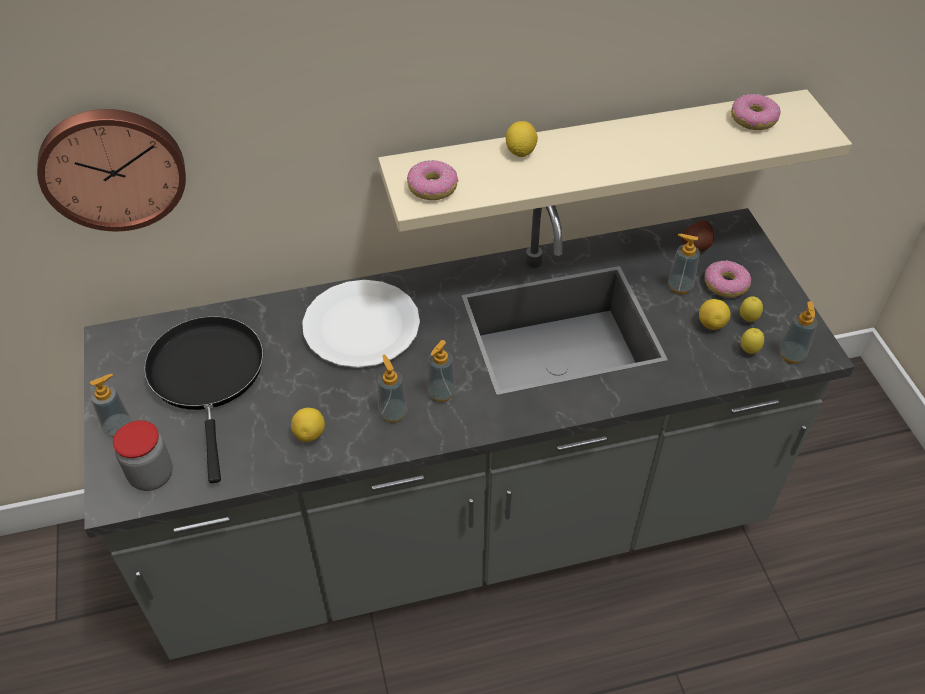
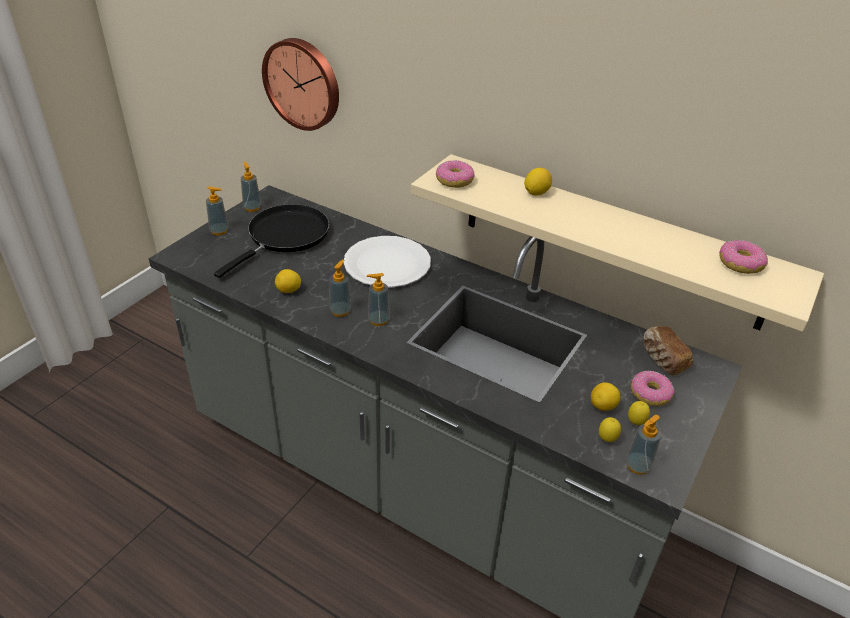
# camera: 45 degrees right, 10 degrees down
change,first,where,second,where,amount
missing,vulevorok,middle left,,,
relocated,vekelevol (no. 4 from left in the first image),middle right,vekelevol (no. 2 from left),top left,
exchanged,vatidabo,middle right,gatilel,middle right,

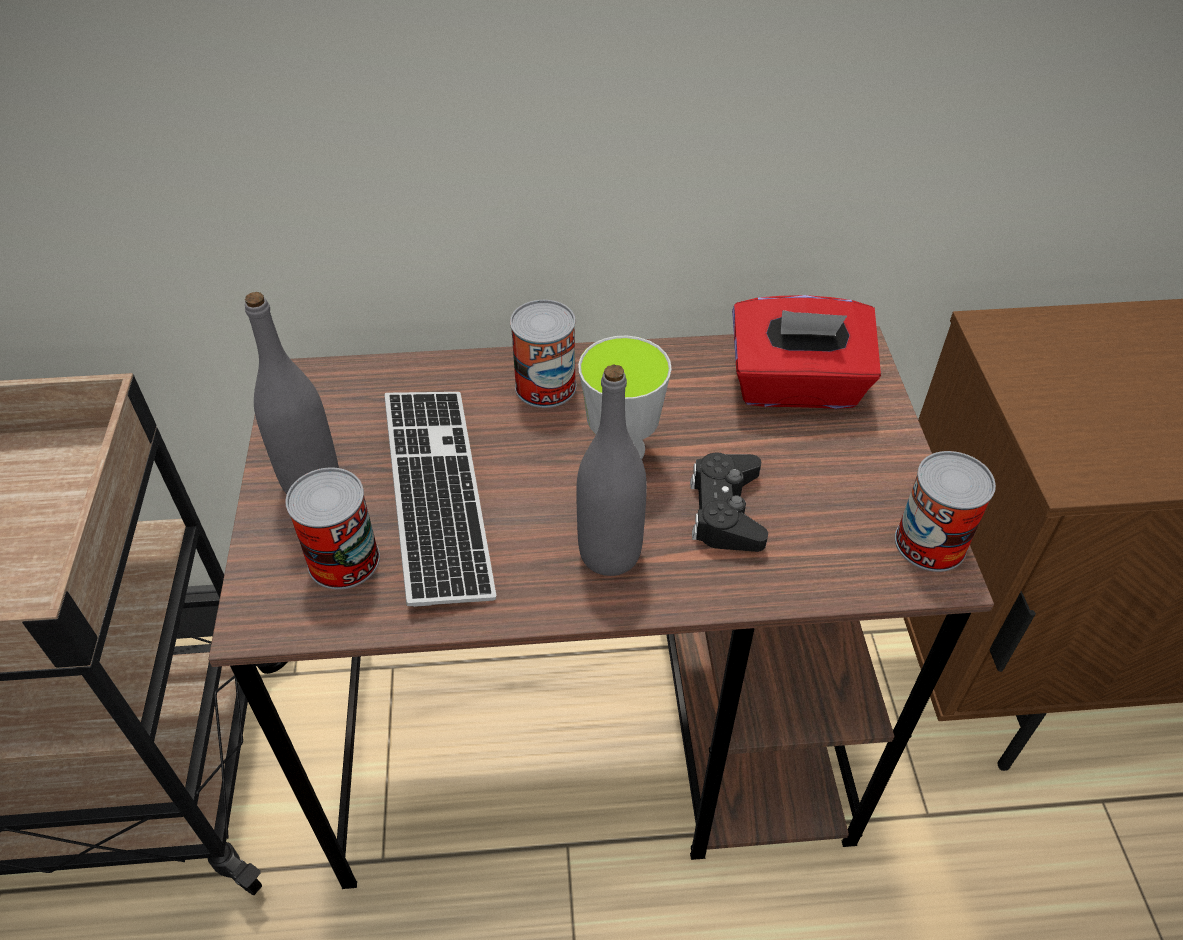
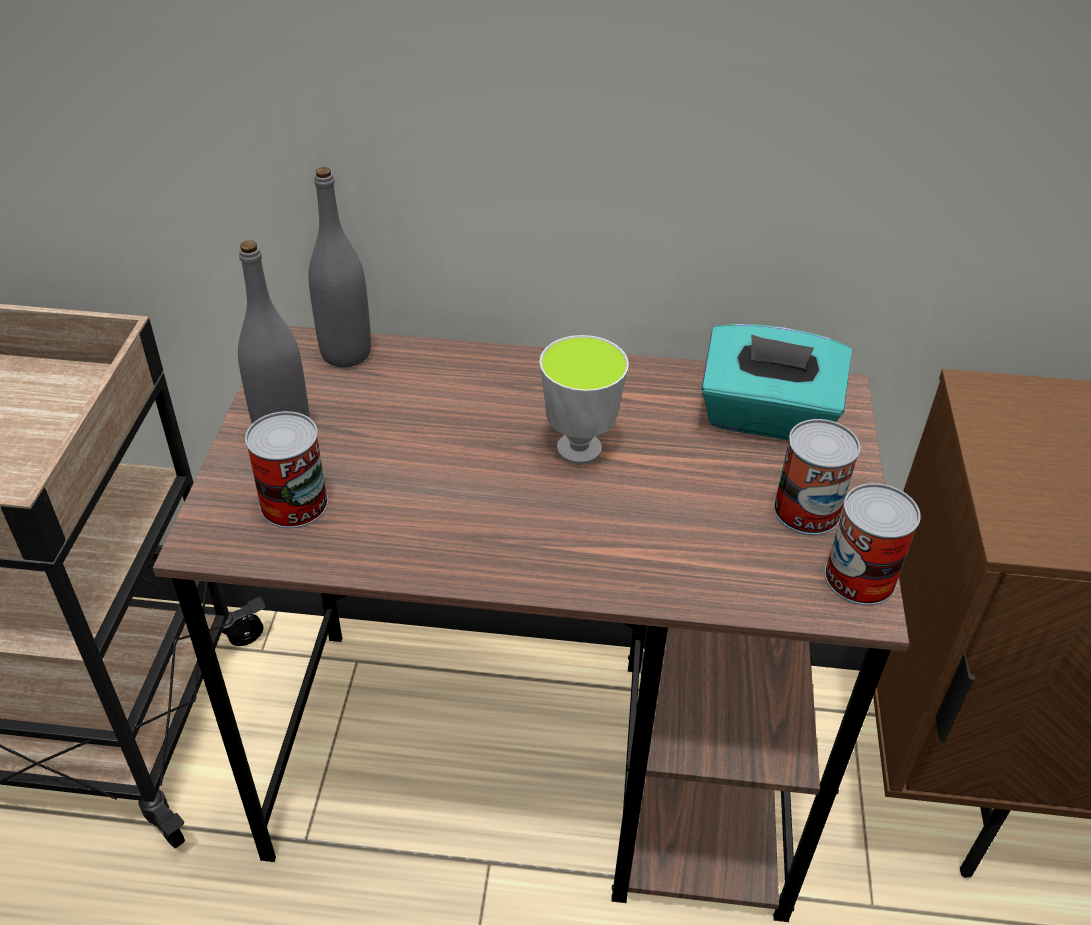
# camera: 10 degrees right, 5 degrees down
change,first,where,second,where,amount
missing,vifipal,centre,,,
missing,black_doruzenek,centre,,,
relocated,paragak (no. 2 from left),centre,,middle right,
relocated,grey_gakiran (no. 2 from left),centre,,top left,
colour,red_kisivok,middle right,turquoise_kisivok,middle right,

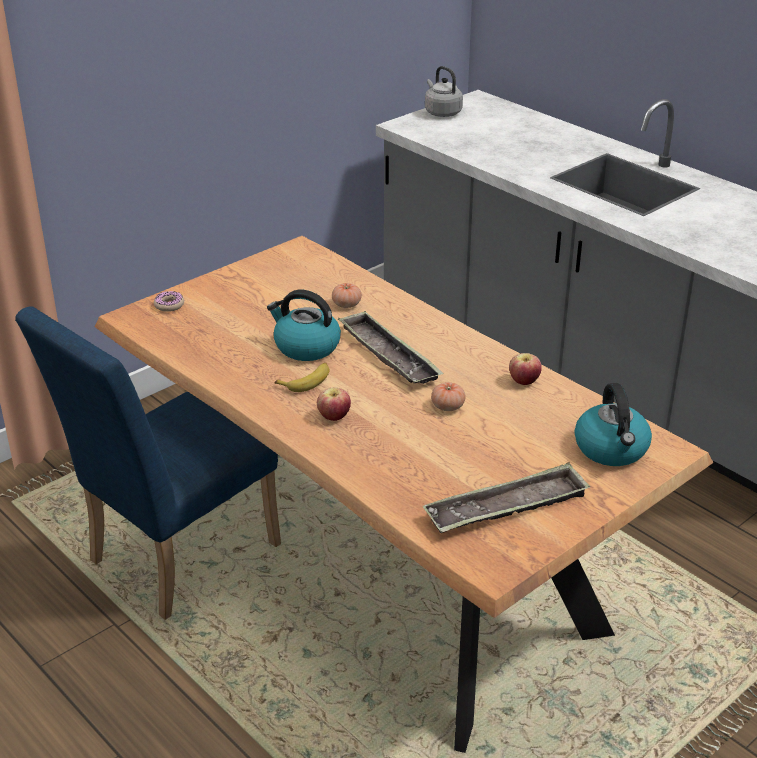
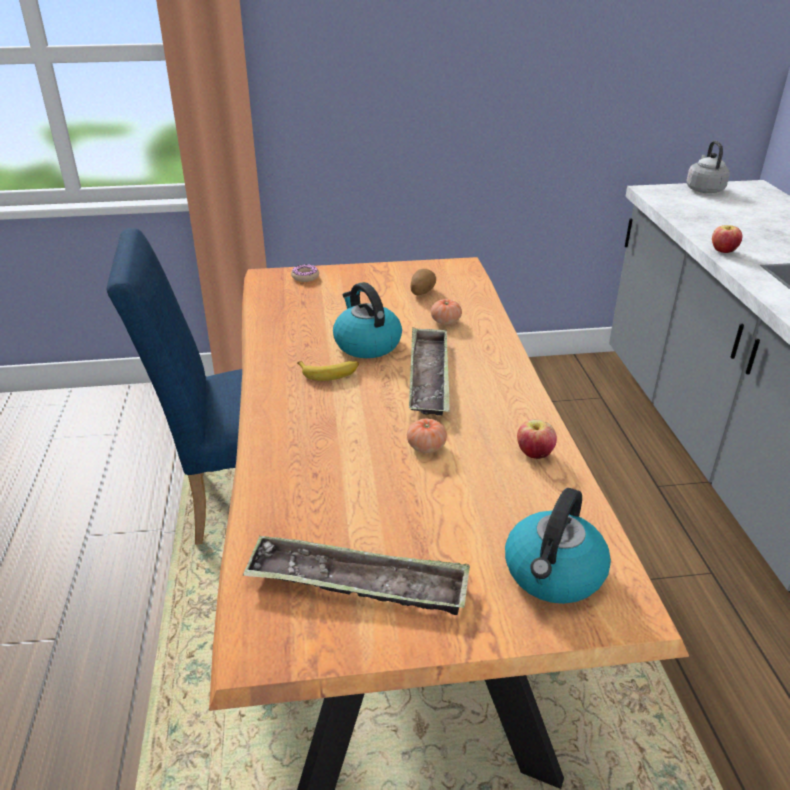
# camera: 35 degrees right, 0 degrees up
change,first,where,second,where,amount
appeared,,,vatidabo,centre,
relocated,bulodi (no. 1 from left in the first image),centre,bulodi (no. 2 from left),top right,

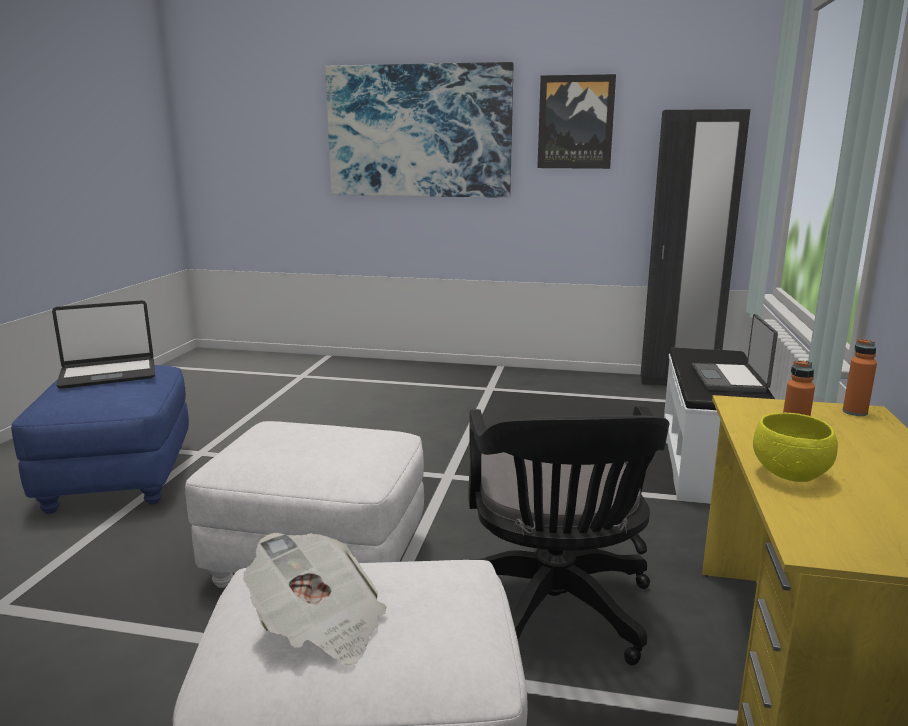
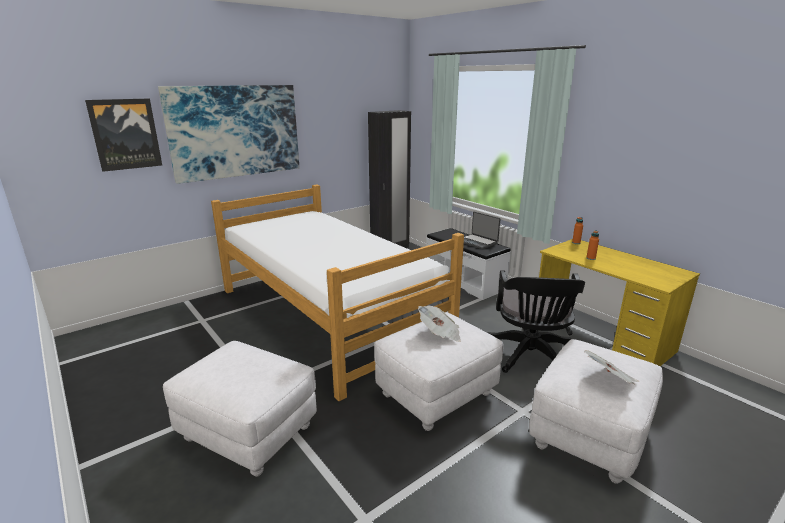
# camera: 50 degrees left, 5 degrees up
change,first,where,second,where,amount
missing,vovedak (no. 1 from left),middle left,,,
missing,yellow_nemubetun,middle right,,,
appeared,,,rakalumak,centre,
appeared,,,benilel (no. 1 from left),centre,
relocated,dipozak (no. 2 from left in the first image),top centre,dipozak (no. 1 from left),top left,
colour,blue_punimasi,middle left,white_punimasi (no. 1 from left),bottom left,
spun,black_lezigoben,bottom centre,,middle right,60 degrees clockwise

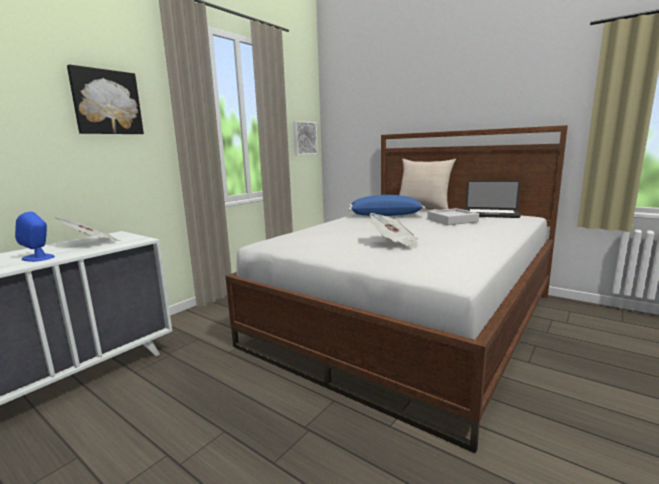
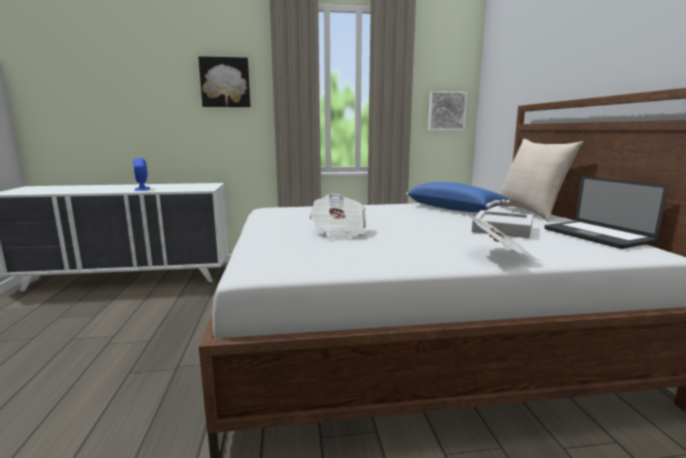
# camera: 45 degrees right, 0 degrees up
change,first,where,second,where,amount
relocated,benilel (no. 1 from left in the first image),middle left,benilel (no. 2 from left),middle right,

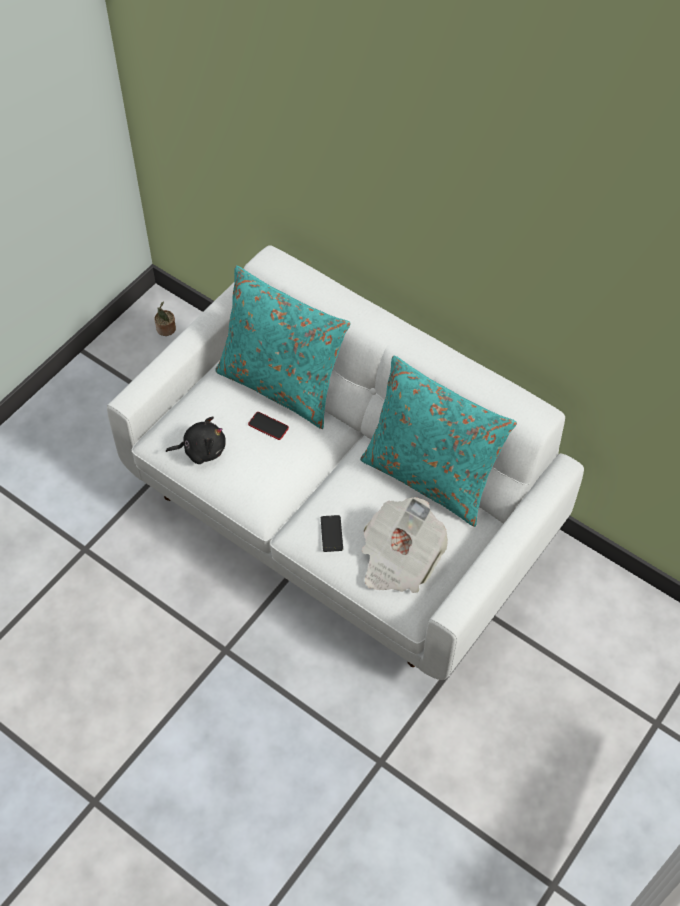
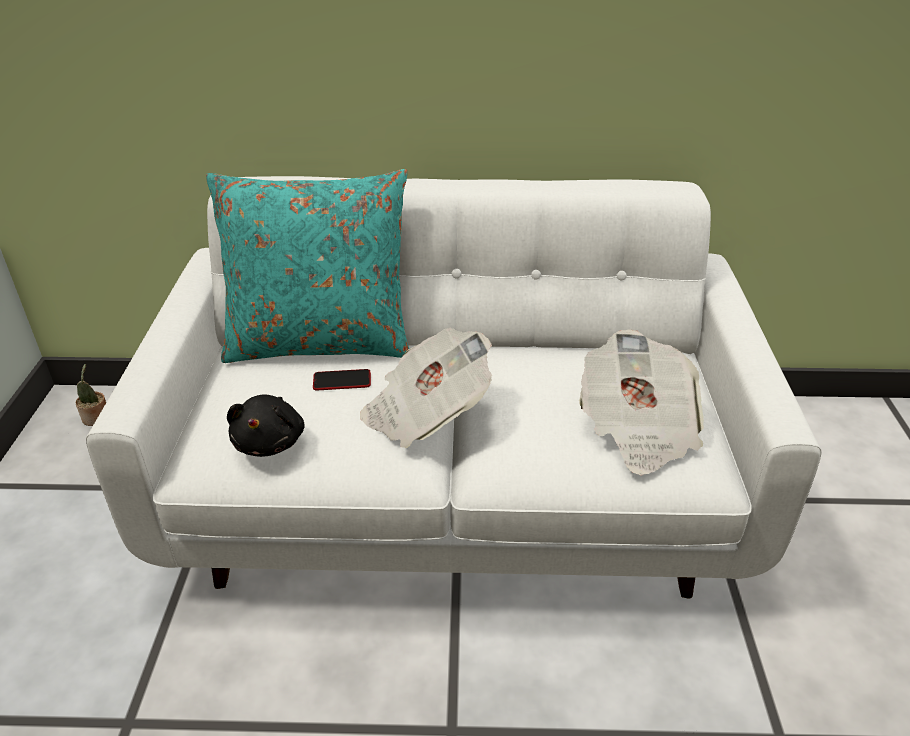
# camera: 35 degrees left, 20 degrees down
change,first,where,second,where,amount
missing,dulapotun (no. 2 from left),centre,,,
missing,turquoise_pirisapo (no. 2 from left),centre,,,
appeared,,,benilel (no. 1 from left),centre,
spun,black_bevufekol,middle left,,middle left,135 degrees clockwise

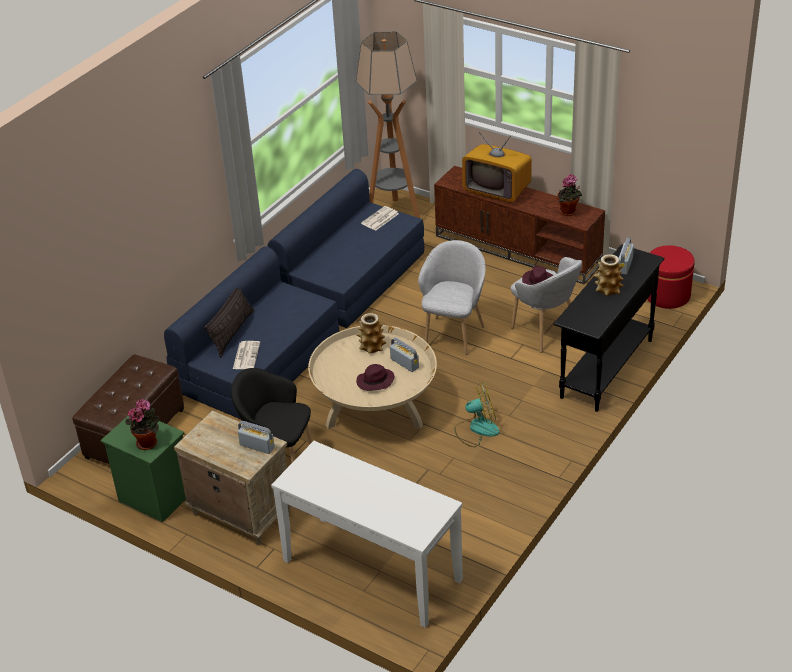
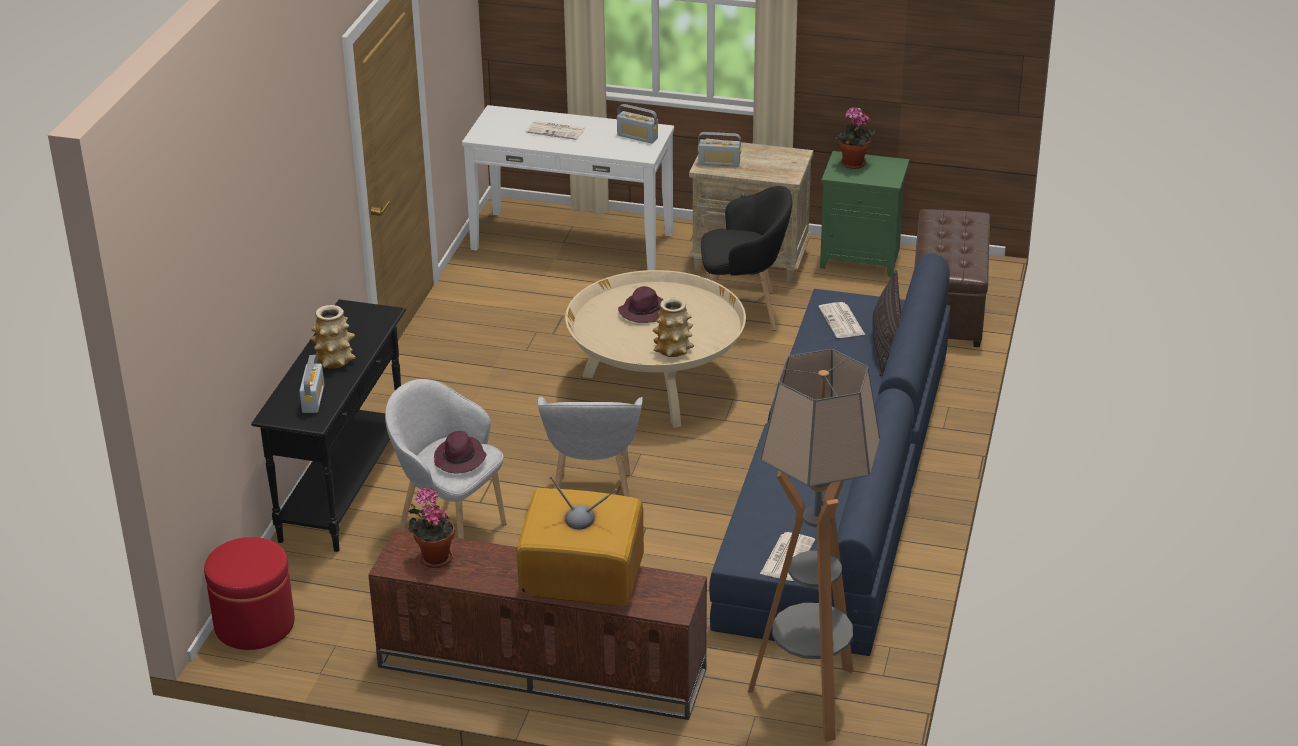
# camera: 160 degrees right, 5 degrees down
change,first,where,second,where,amount
missing,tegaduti,centre,,,
appeared,,,benilel (no. 1 from left),top centre,
relocated,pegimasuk (no. 2 from left),centre,,top centre,

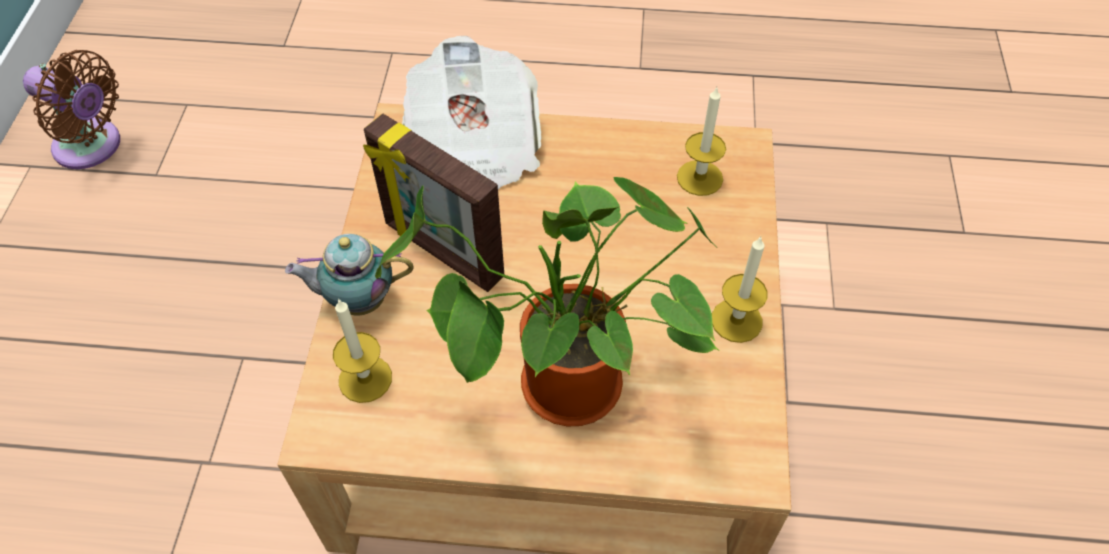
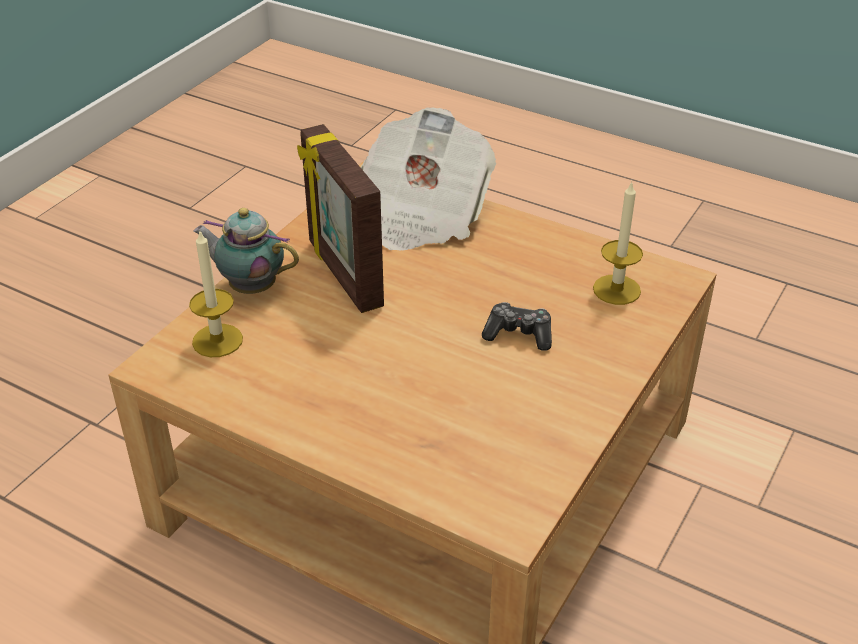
# camera: 25 degrees right, 15 degrees down
change,first,where,second,where,amount
missing,brown_tegaduti,top left,,,
missing,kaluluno,centre,,,
missing,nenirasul (no. 3 from left),middle right,,,
appeared,,,doruzenek,centre,

